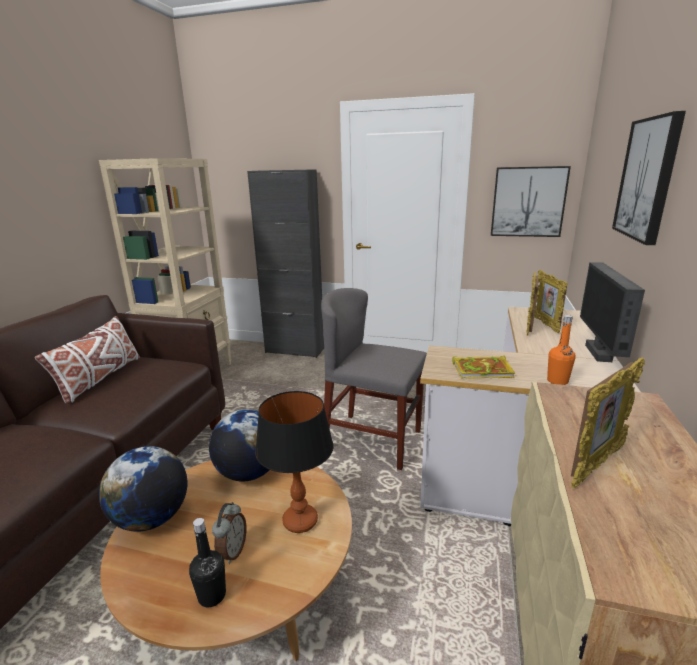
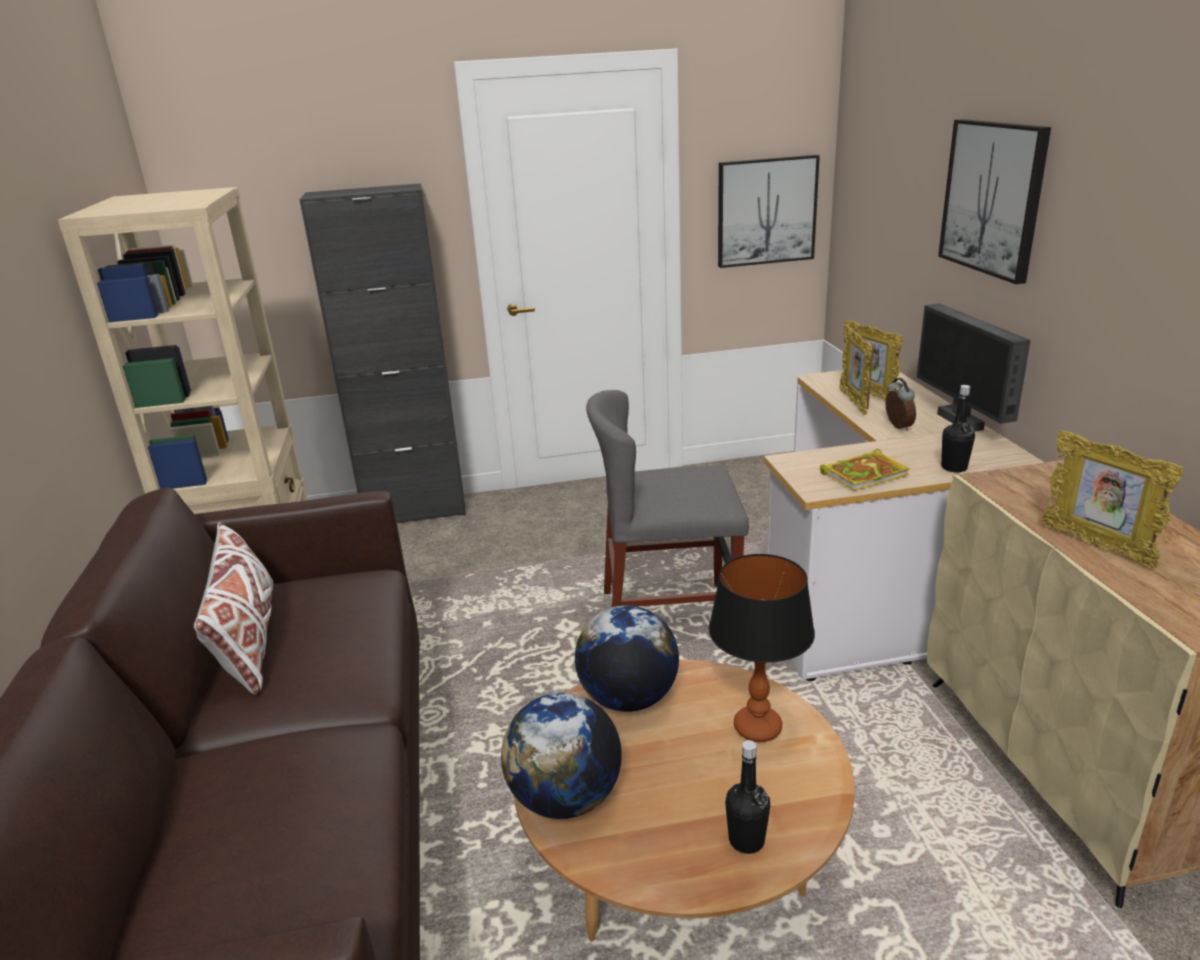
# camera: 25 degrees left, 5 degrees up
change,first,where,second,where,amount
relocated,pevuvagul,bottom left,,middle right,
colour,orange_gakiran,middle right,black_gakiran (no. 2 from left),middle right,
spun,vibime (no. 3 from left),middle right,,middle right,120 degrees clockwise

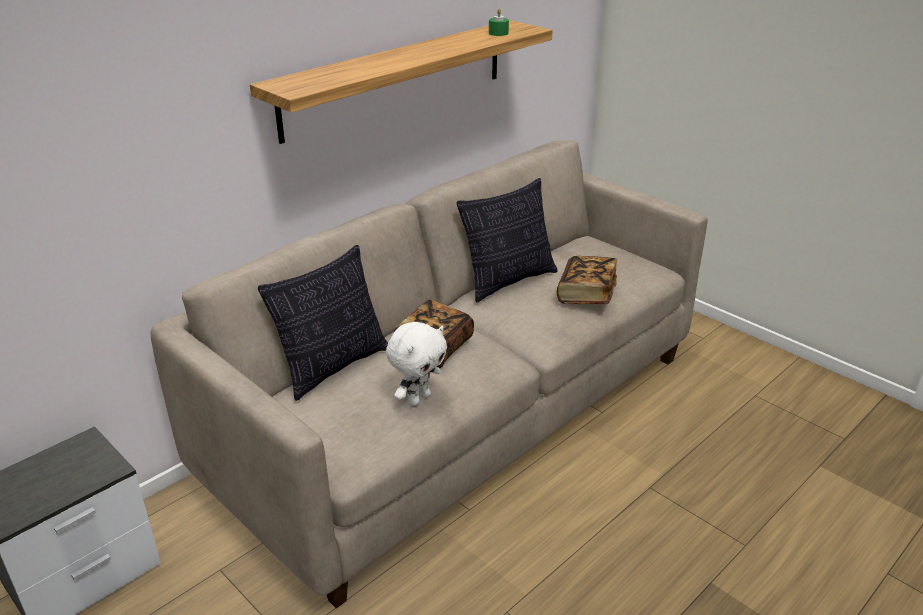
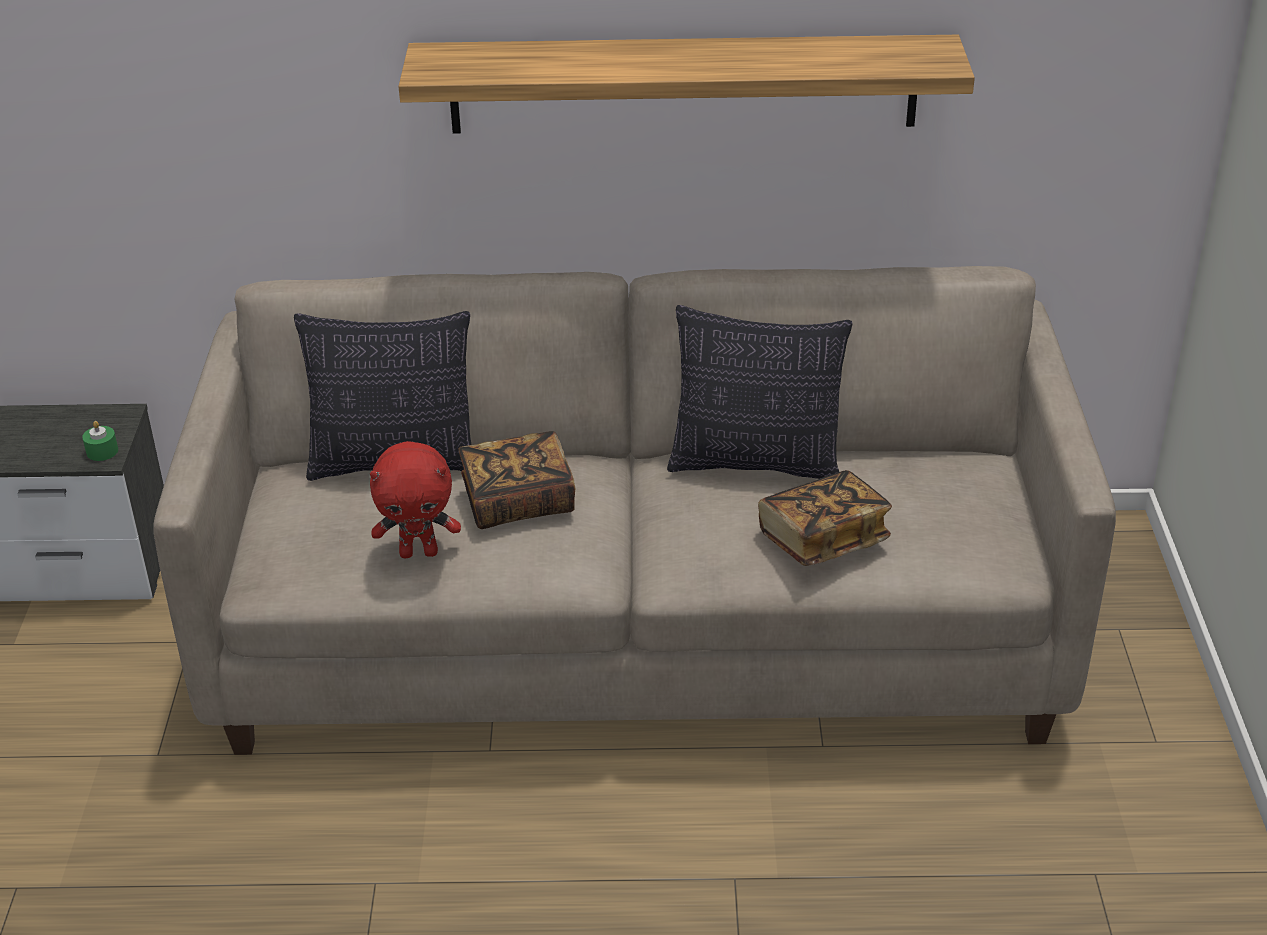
# camera: 45 degrees right, 5 degrees up
change,first,where,second,where,amount
relocated,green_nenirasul,top centre,,middle left,
colour,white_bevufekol,centre,red_bevufekol,middle left,

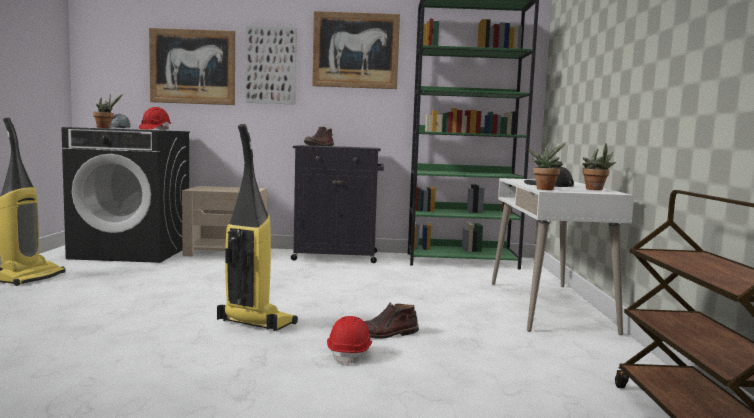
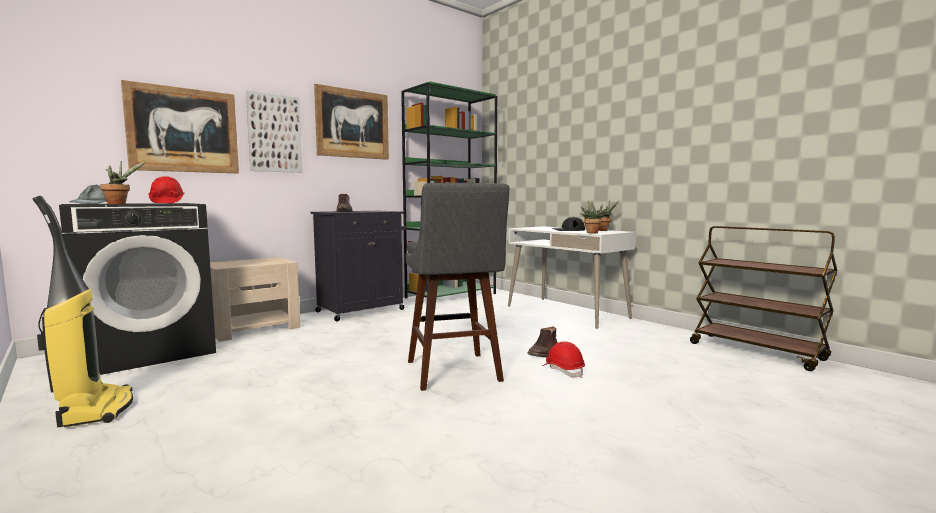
# camera: 40 degrees left, 0 degrees up
change,first,where,second,where,amount
exchanged,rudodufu (no. 2 from left),centre,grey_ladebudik,centre,

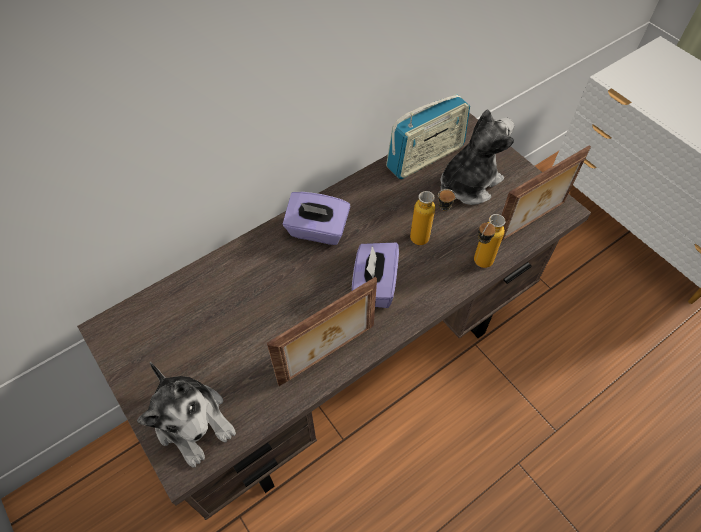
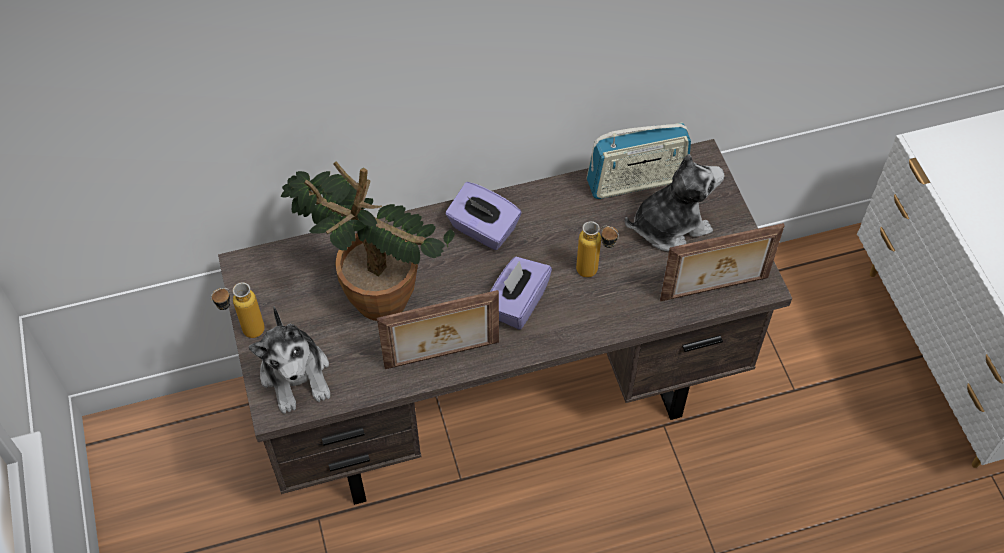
# camera: 20 degrees right, 0 degrees up
change,first,where,second,where,amount
appeared,,,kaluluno,centre,
relocated,gakiran (no. 2 from left in the first image),middle right,gakiran (no. 1 from left),middle left,

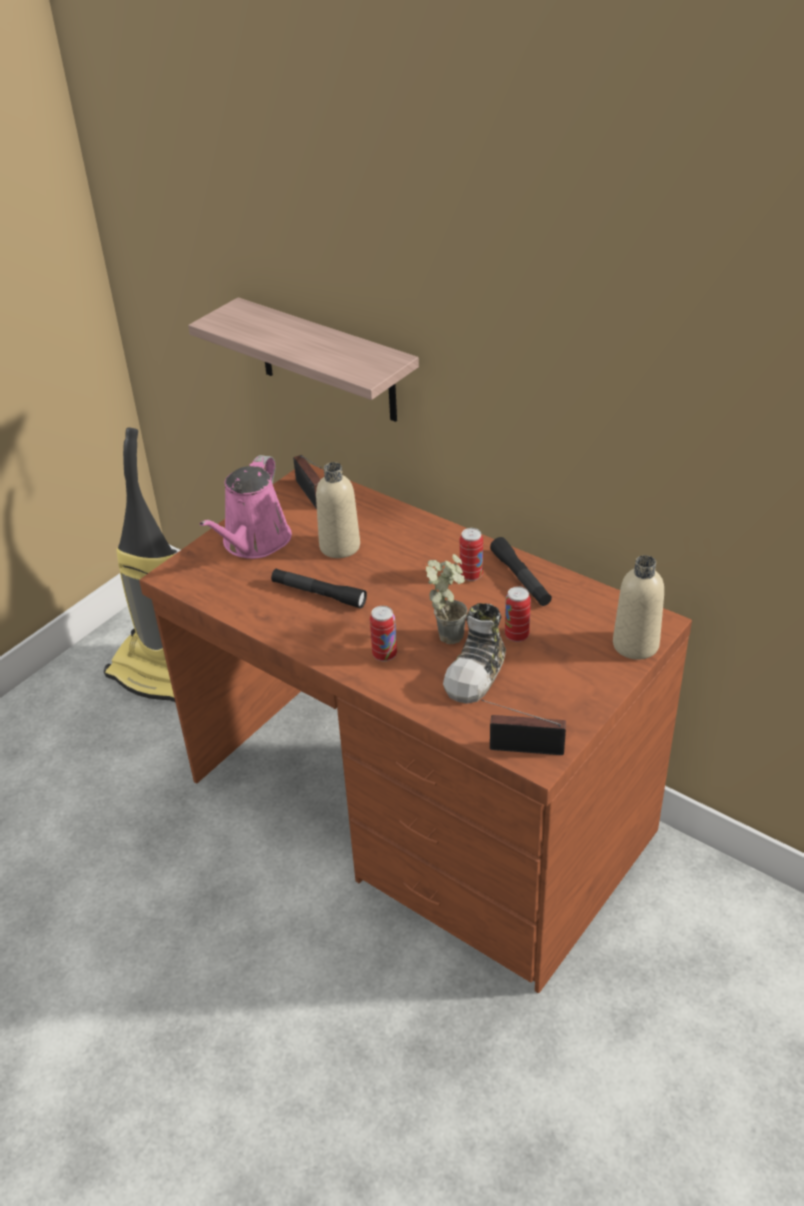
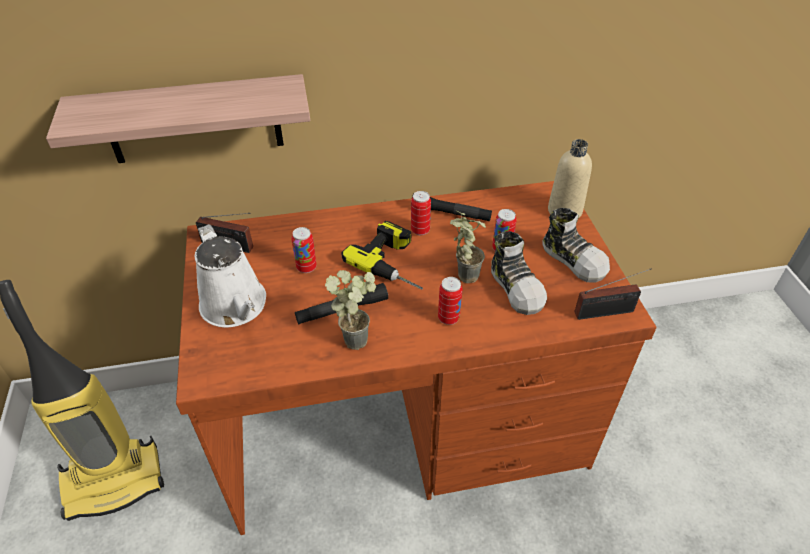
# camera: 50 degrees left, 5 degrees up
change,first,where,second,where,amount
appeared,,,kaluluno (no. 1 from left),centre,
appeared,,,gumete,centre,
appeared,,,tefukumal (no. 2 from left),middle right,
exchanged,beige_gakiran (no. 1 from left),centre,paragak (no. 1 from left),centre,
colour,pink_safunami,middle left,white_safunami,middle left,
spun,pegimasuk (no. 2 from left),centre,,middle right,150 degrees counterclockwise

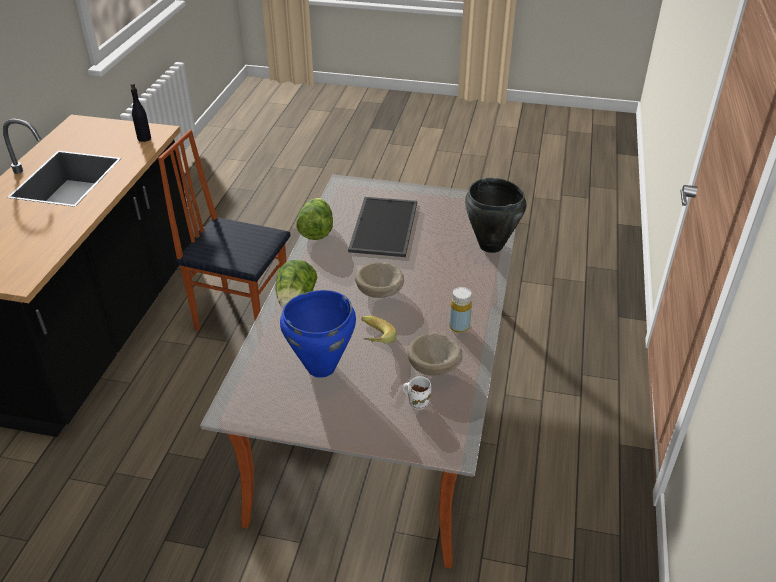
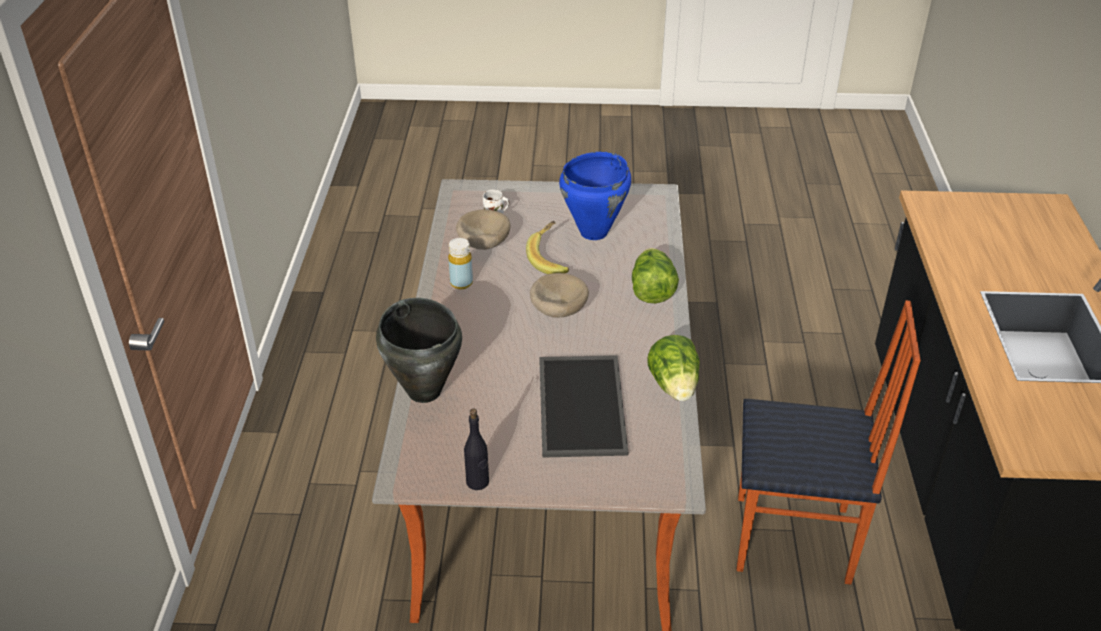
# camera: 170 degrees right, 0 degrees up
change,first,where,second,where,amount
relocated,black_gakiran,top left,,bottom centre,

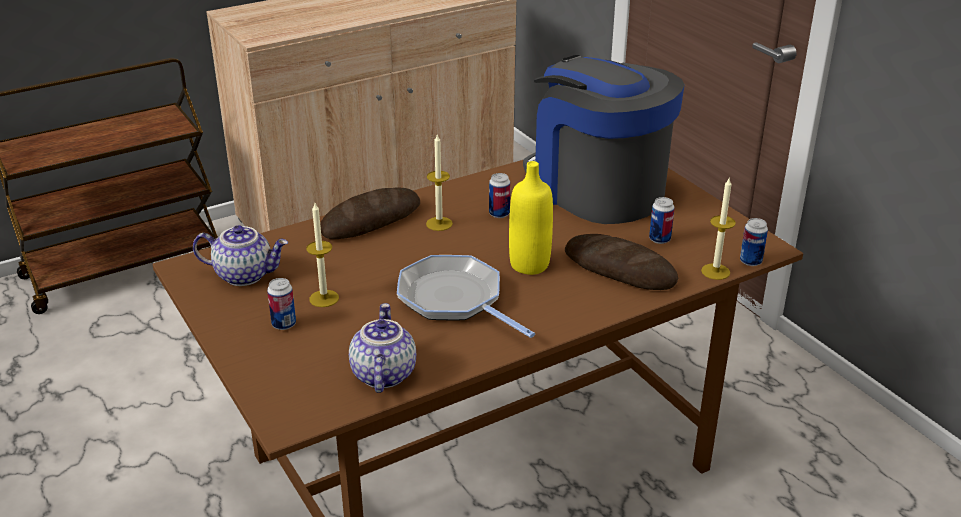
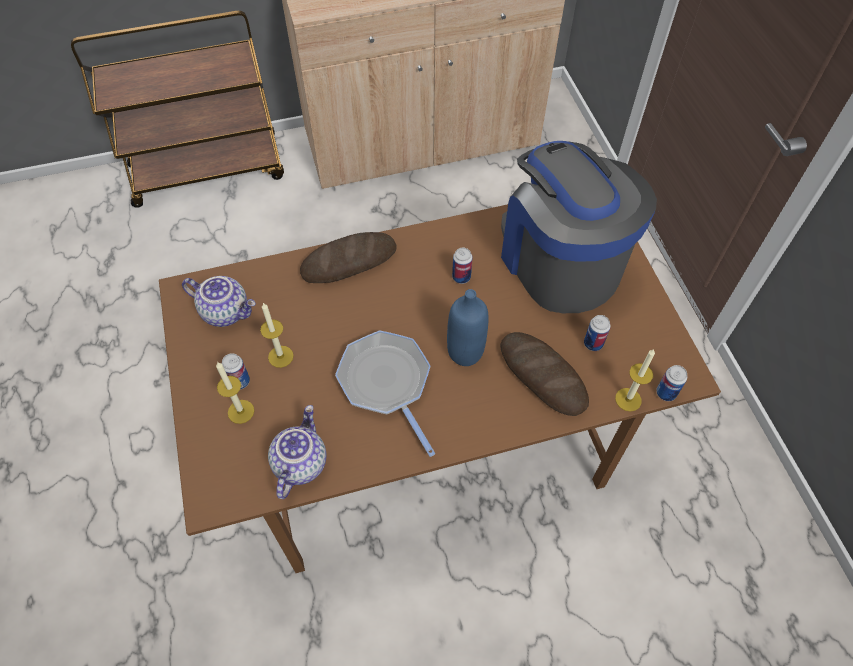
# camera: 15 degrees right, 25 degrees up
change,first,where,second,where,amount
relocated,nenirasul (no. 2 from left in the first image),centre,nenirasul (no. 1 from left),middle left,
colour,yellow_gakiran,centre,blue_gakiran,centre,

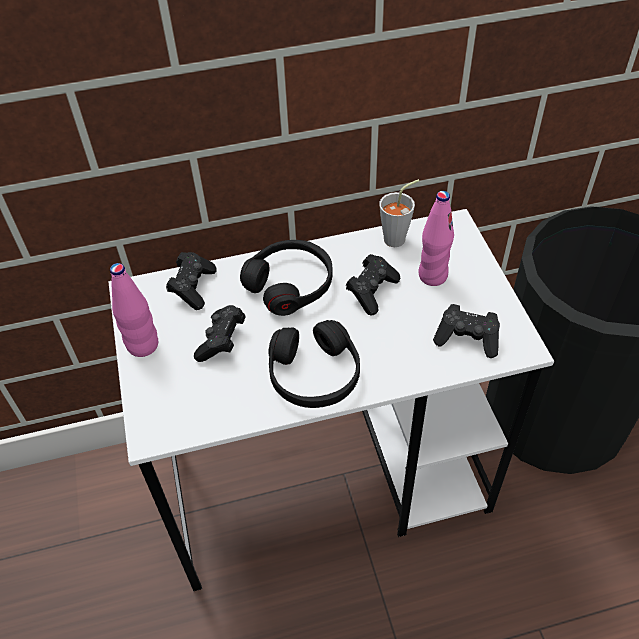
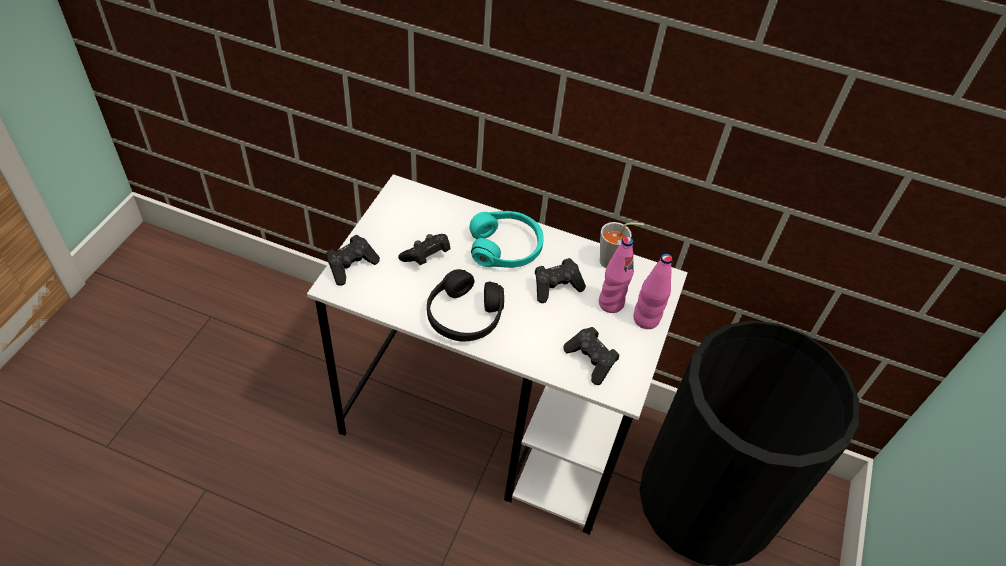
# camera: 30 degrees right, 0 degrees up
change,first,where,second,where,amount
relocated,pink_gakiran (no. 1 from left in the first image),middle left,pink_gakiran (no. 2 from left),centre,
relocated,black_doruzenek (no. 1 from left),middle left,,centre,
colour,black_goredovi (no. 1 from left),centre,turquoise_goredovi,centre,

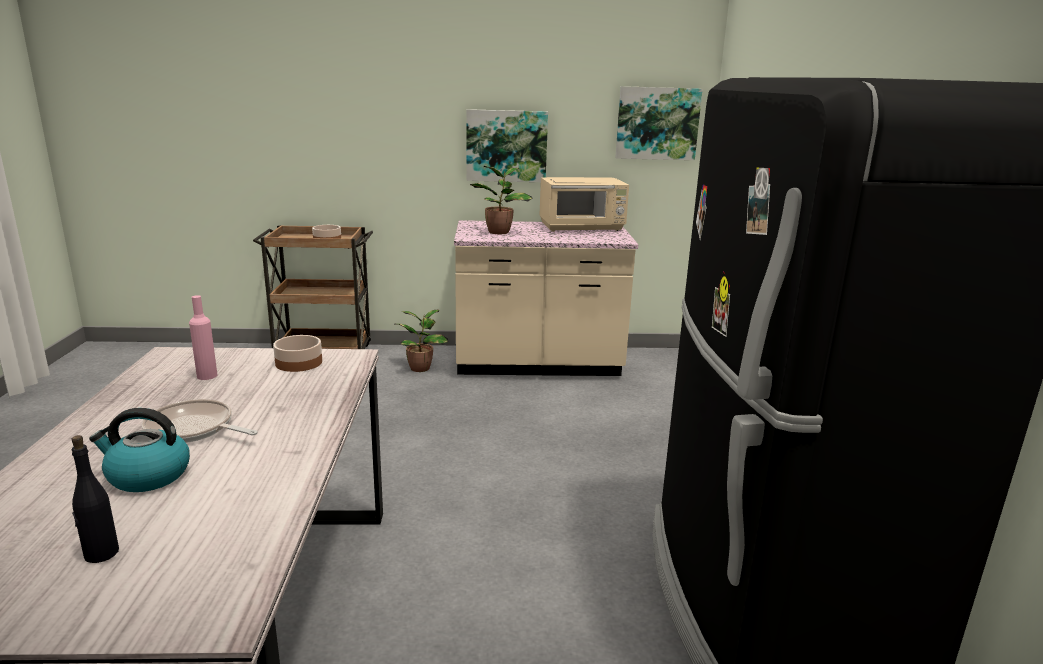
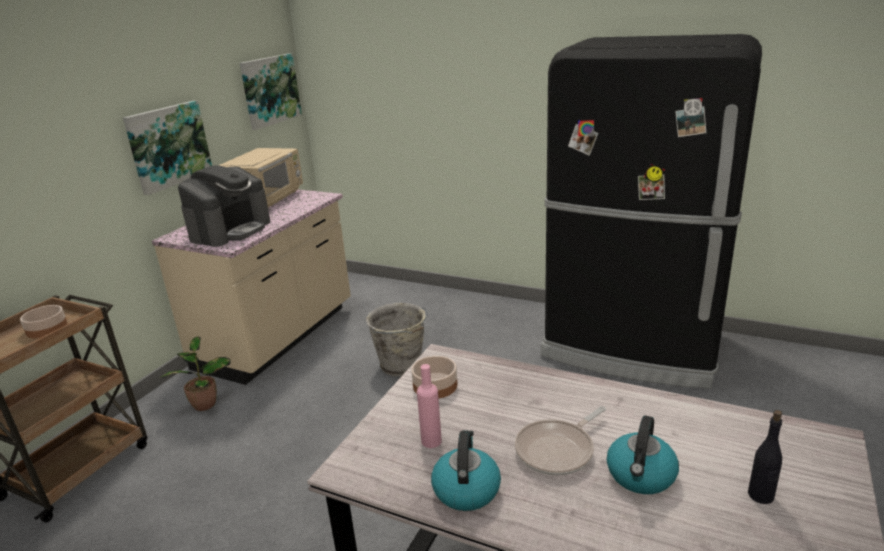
# camera: 60 degrees left, 5 degrees up
change,first,where,second,where,amount
appeared,,,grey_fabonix,centre,
appeared,,,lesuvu (no. 1 from left),bottom centre,
exchanged,kaluluno (no. 2 from left),top centre,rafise,middle left,

